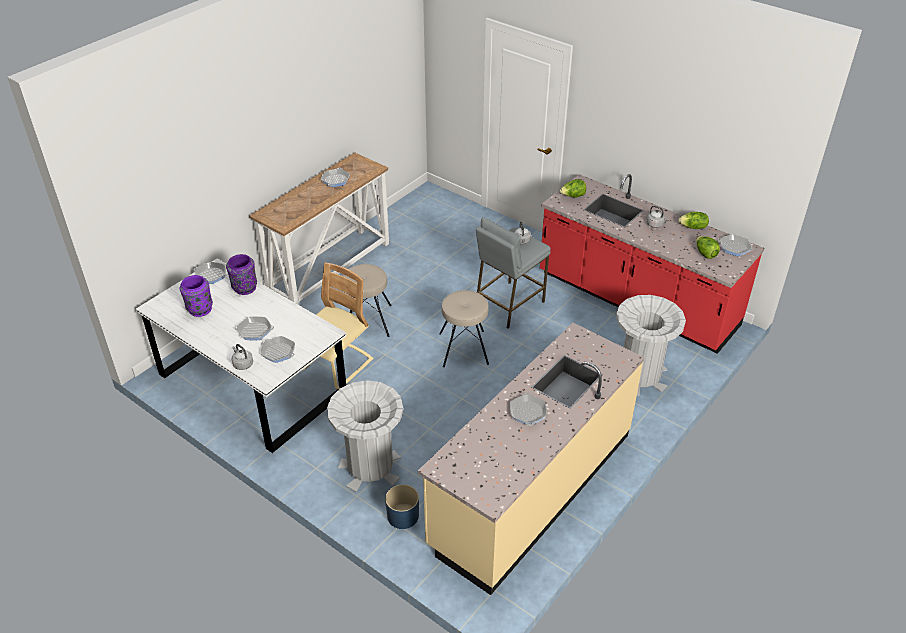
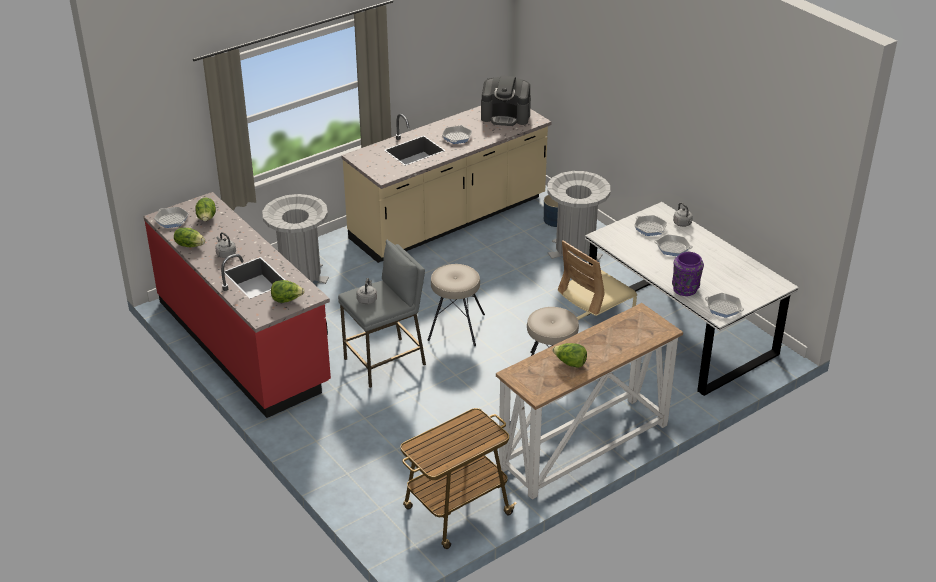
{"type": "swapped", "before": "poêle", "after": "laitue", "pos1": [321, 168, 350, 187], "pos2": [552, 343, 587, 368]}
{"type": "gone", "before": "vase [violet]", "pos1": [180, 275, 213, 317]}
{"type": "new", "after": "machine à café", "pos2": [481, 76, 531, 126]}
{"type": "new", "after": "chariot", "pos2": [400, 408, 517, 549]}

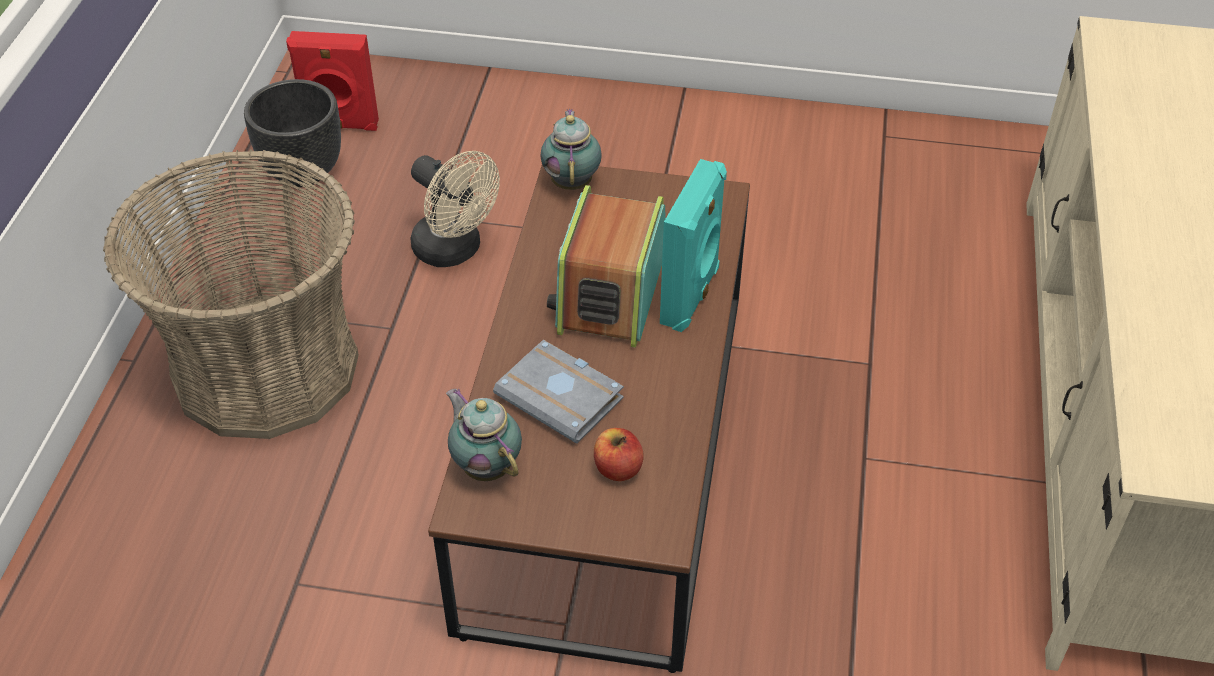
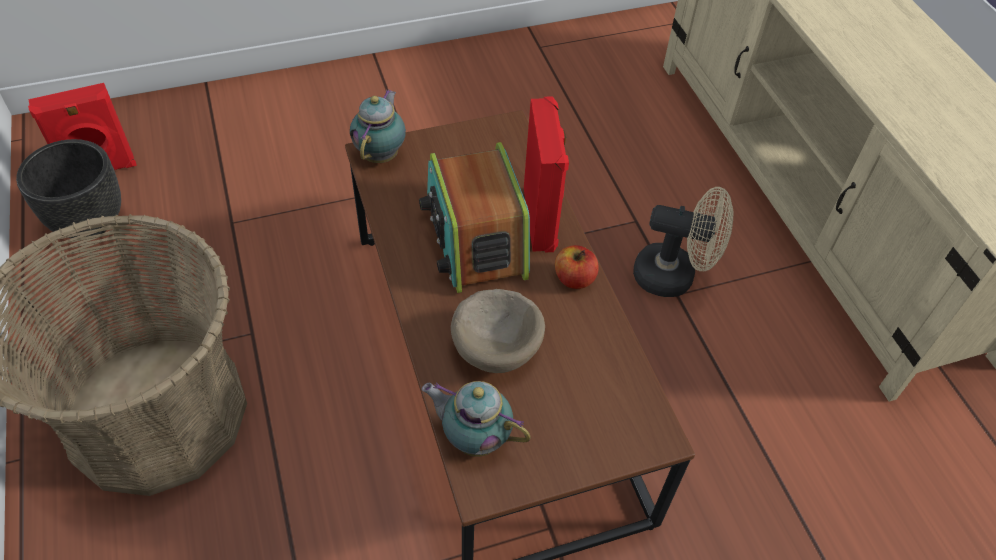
{"type": "rotated", "before": "théière", "pos1": [540, 109, 602, 190], "pos2": [350, 89, 406, 163], "turn": 45}
{"type": "shifted", "before": "ventilateur [beige]", "pos1": [410, 151, 500, 267], "pos2": [633, 187, 733, 297]}
{"type": "repainted", "before": "enceinte [turquoise]", "after": "enceinte [rouge]", "pos1": [660, 159, 727, 332], "pos2": [524, 96, 569, 253]}
{"type": "swapped", "before": "livre [gris]", "after": "bol [beige]", "pos1": [493, 340, 624, 444], "pos2": [451, 289, 545, 373]}
{"type": "shifted", "before": "pomme", "pos1": [594, 428, 644, 481], "pos2": [555, 245, 599, 289]}

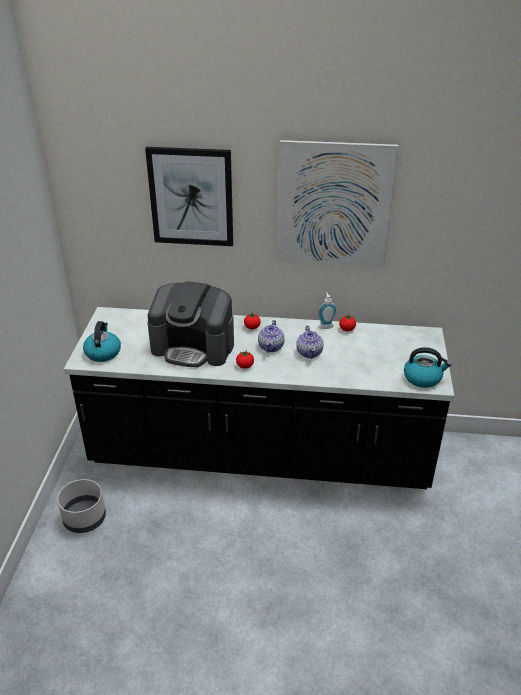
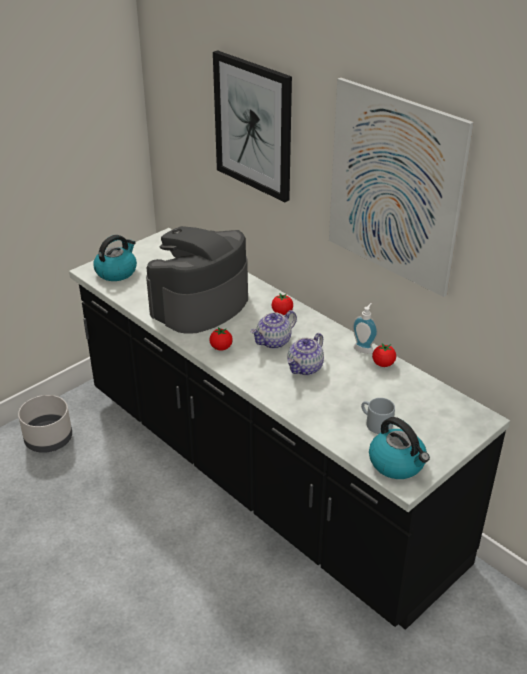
{"type": "rotated", "before": "machine à café", "pos1": [147, 281, 234, 368], "pos2": [146, 226, 248, 334], "turn": 75}
{"type": "new", "after": "mug [gris]", "pos2": [361, 398, 395, 434]}

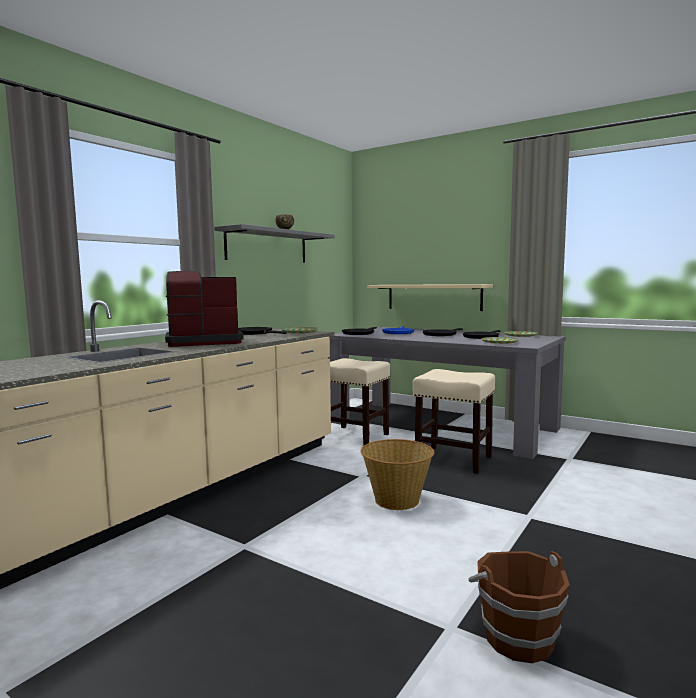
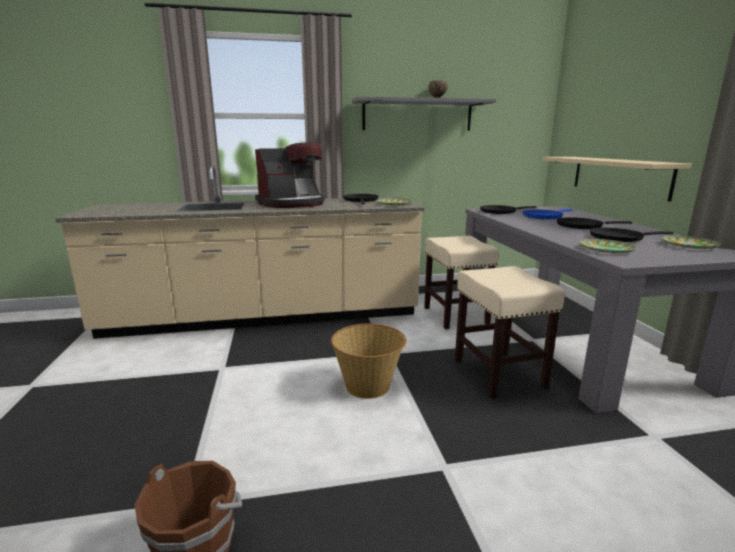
{"type": "rotated", "before": "machine à café", "pos1": [165, 271, 244, 347], "pos2": [255, 142, 325, 208], "turn": 120}

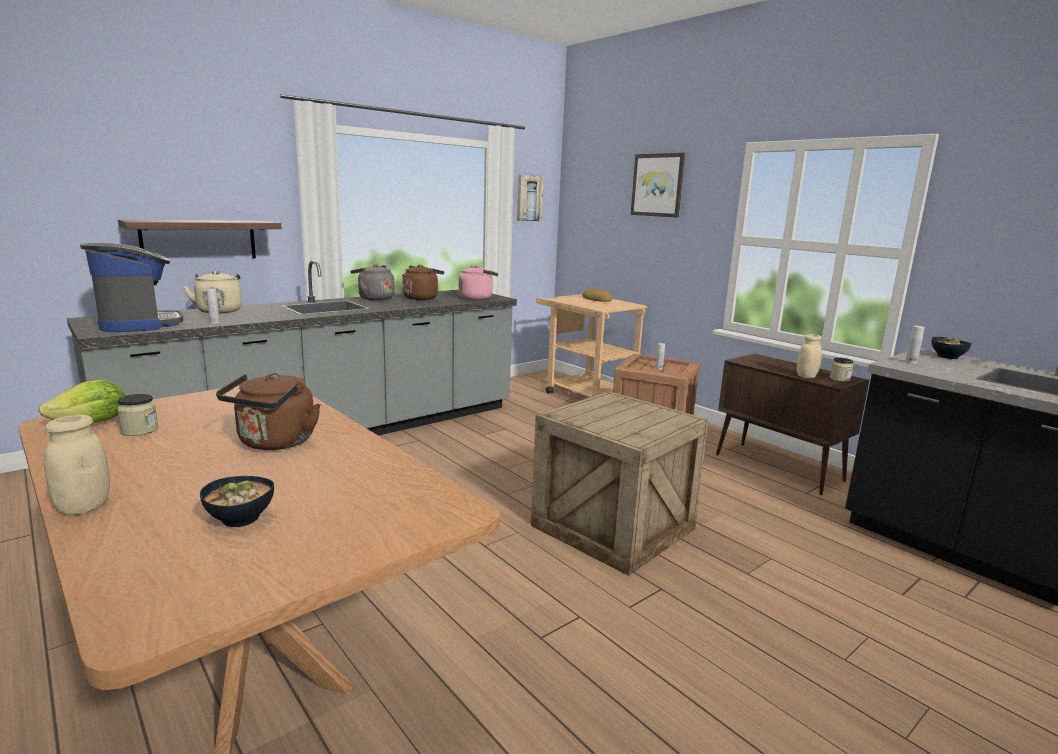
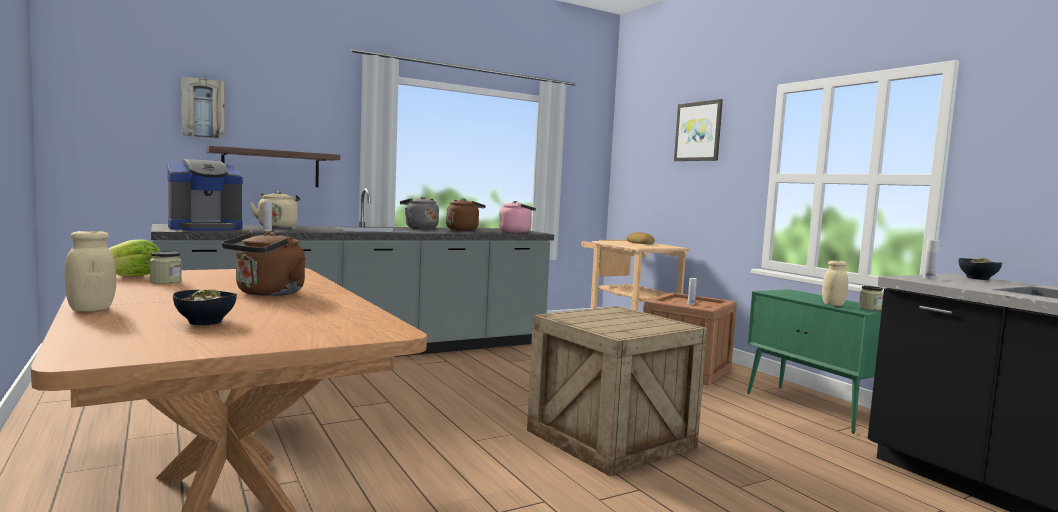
{"type": "shifted", "before": "tableau", "pos1": [517, 175, 544, 221], "pos2": [181, 76, 225, 139]}
{"type": "rotated", "before": "machine à café", "pos1": [80, 243, 183, 332], "pos2": [167, 159, 243, 231], "turn": 75}
{"type": "repainted", "before": "meuble de rangement [marron]", "after": "meuble de rangement [vert]", "pos1": [716, 354, 869, 495], "pos2": [747, 289, 882, 434]}

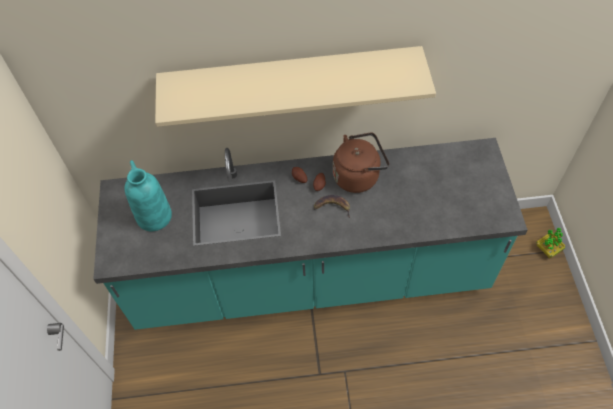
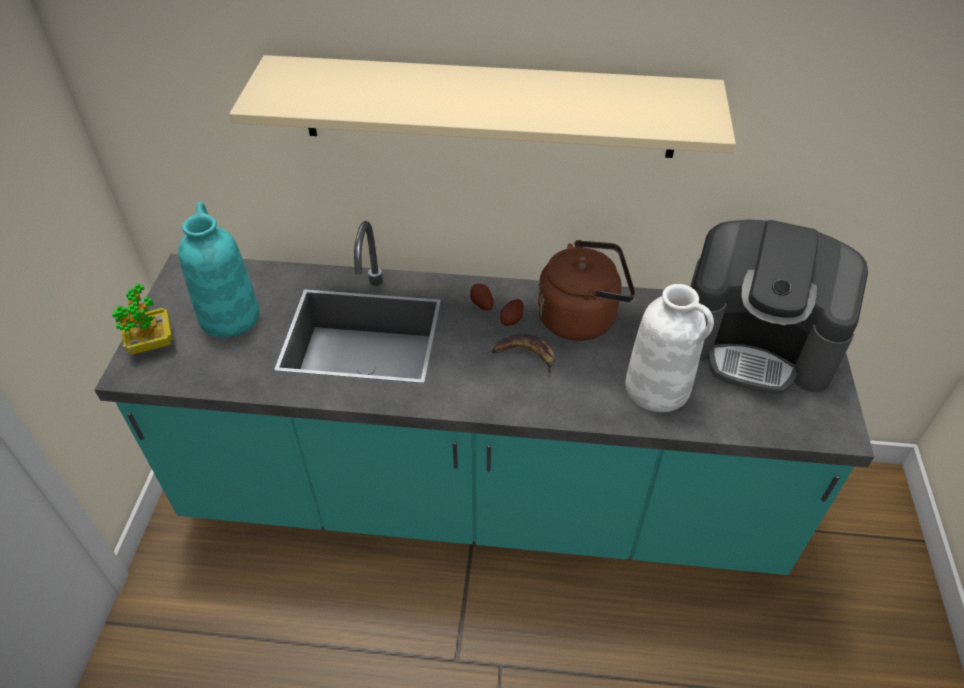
{"type": "shifted", "before": "plante en pot", "pos1": [536, 228, 566, 258], "pos2": [112, 283, 173, 355]}
{"type": "new", "after": "machine à café", "pos2": [690, 220, 868, 394]}
{"type": "new", "after": "vase [blanc]", "pos2": [625, 284, 714, 412]}

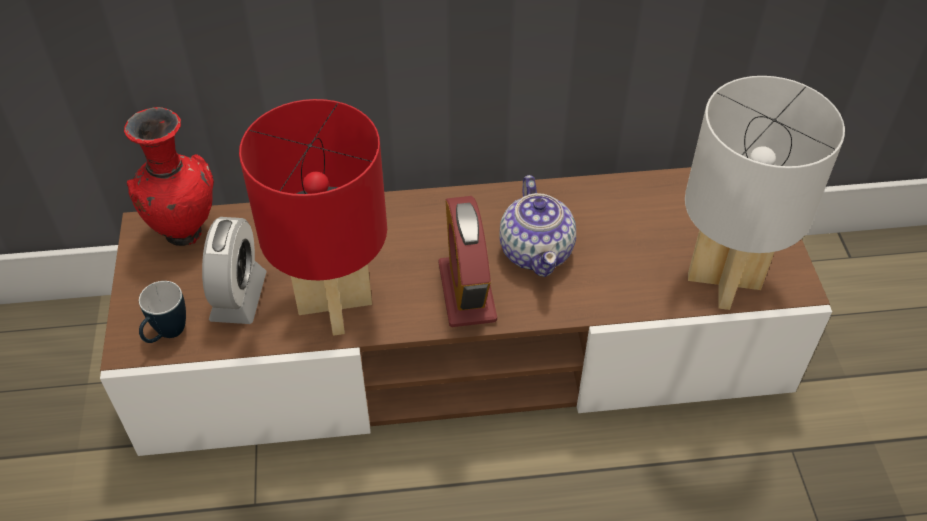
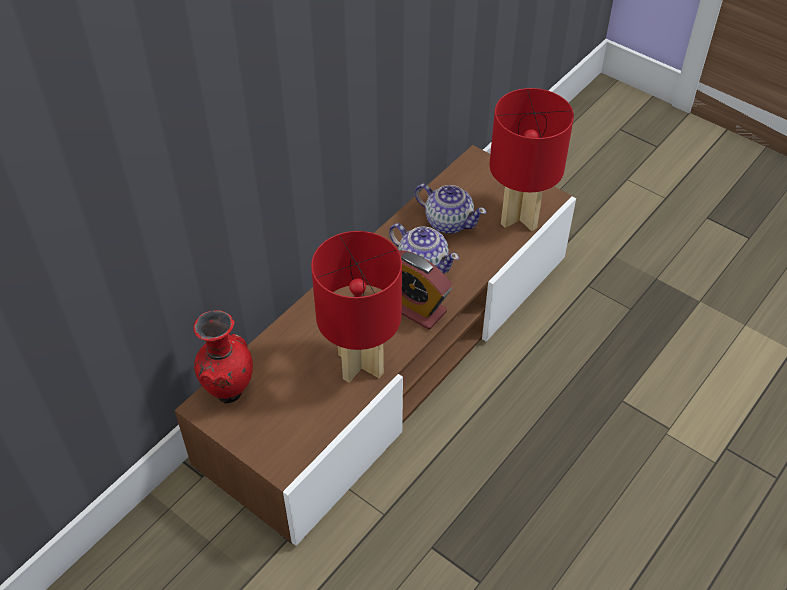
{"type": "repainted", "before": "lampe de table [blanc]", "after": "lampe de table [rouge]", "pos1": [685, 76, 845, 310], "pos2": [489, 88, 574, 231]}
{"type": "gone", "before": "réveil", "pos1": [202, 217, 267, 324]}
{"type": "gone", "before": "mug", "pos1": [139, 281, 186, 343]}
{"type": "new", "after": "théière", "pos2": [415, 184, 486, 234]}

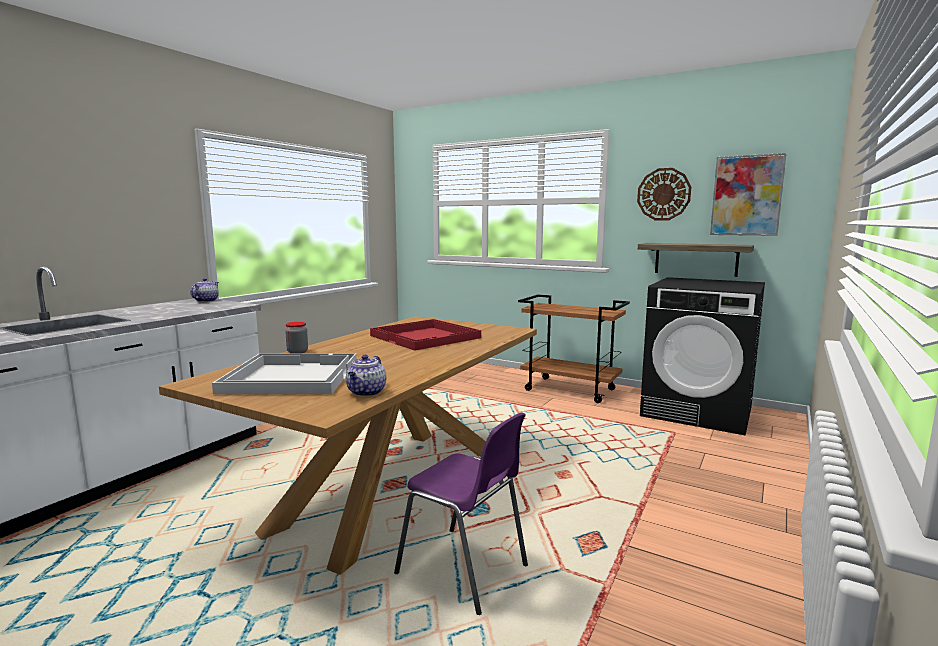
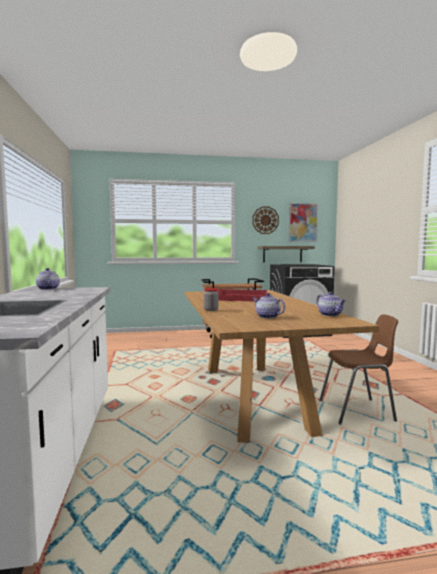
{"type": "swapped", "before": "plateau [blanc]", "after": "théière", "pos1": [212, 354, 357, 394], "pos2": [253, 293, 285, 319]}
{"type": "repainted", "before": "chaise [violet]", "after": "chaise [marron]", "pos1": [394, 412, 528, 615], "pos2": [319, 314, 398, 424]}

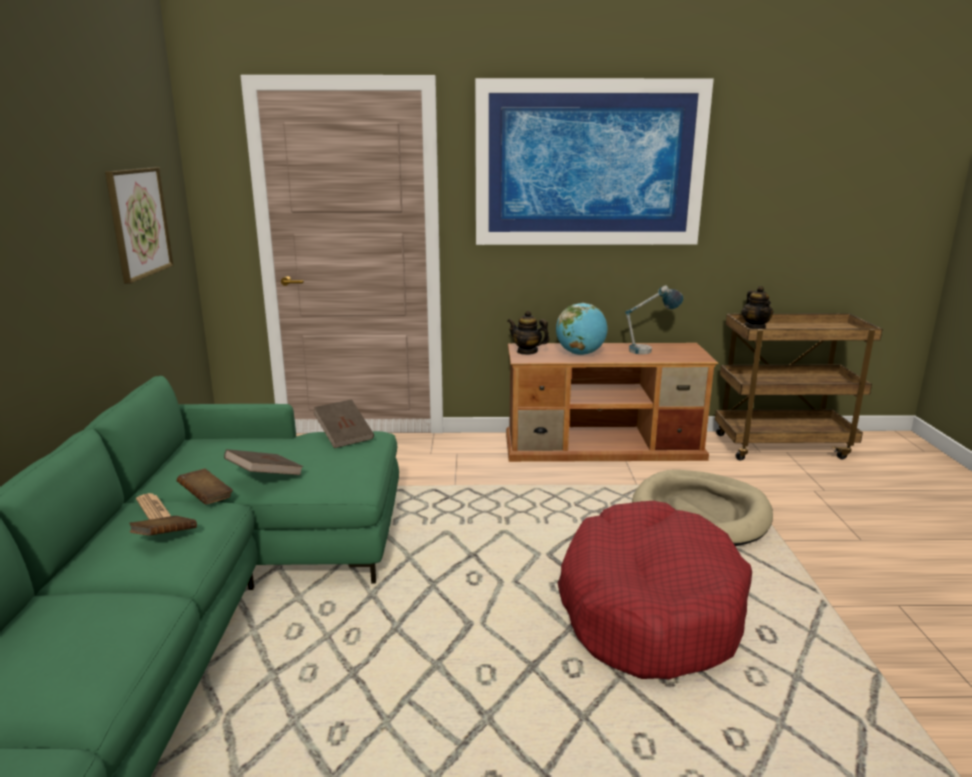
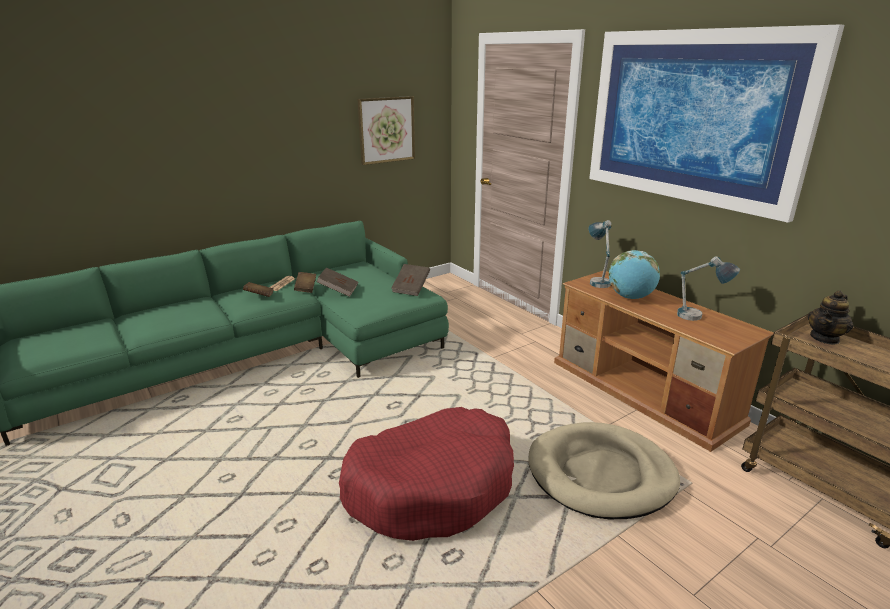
{"type": "swapped", "before": "théière", "after": "lampe de table", "pos1": [508, 310, 550, 355], "pos2": [589, 220, 611, 288]}

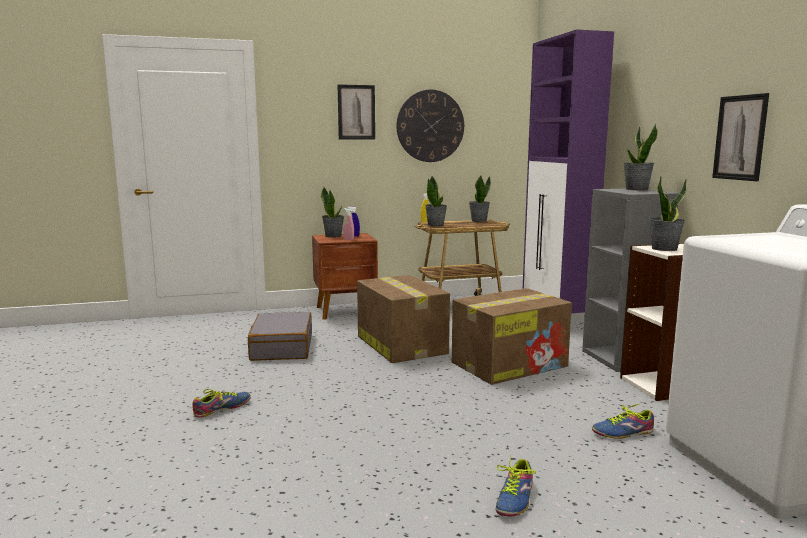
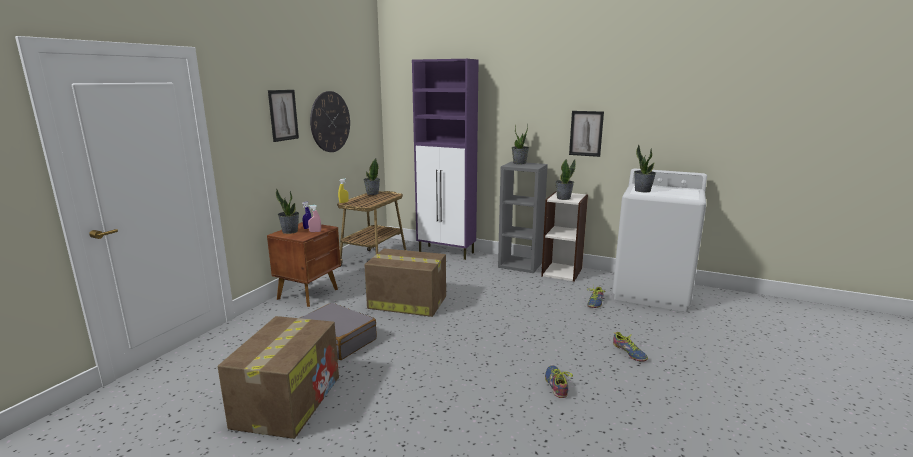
{"type": "shifted", "before": "plante en pot", "pos1": [425, 176, 447, 227], "pos2": [634, 144, 656, 192]}
{"type": "shifted", "before": "carton", "pos1": [452, 288, 572, 385], "pos2": [217, 316, 339, 439]}
{"type": "shifted", "before": "chaussure", "pos1": [193, 389, 251, 418], "pos2": [545, 365, 573, 398]}

